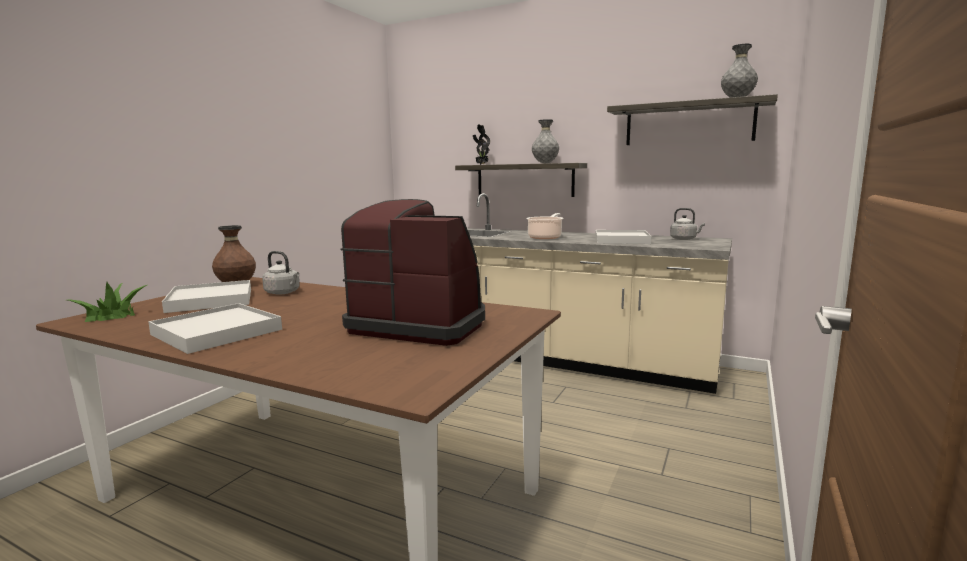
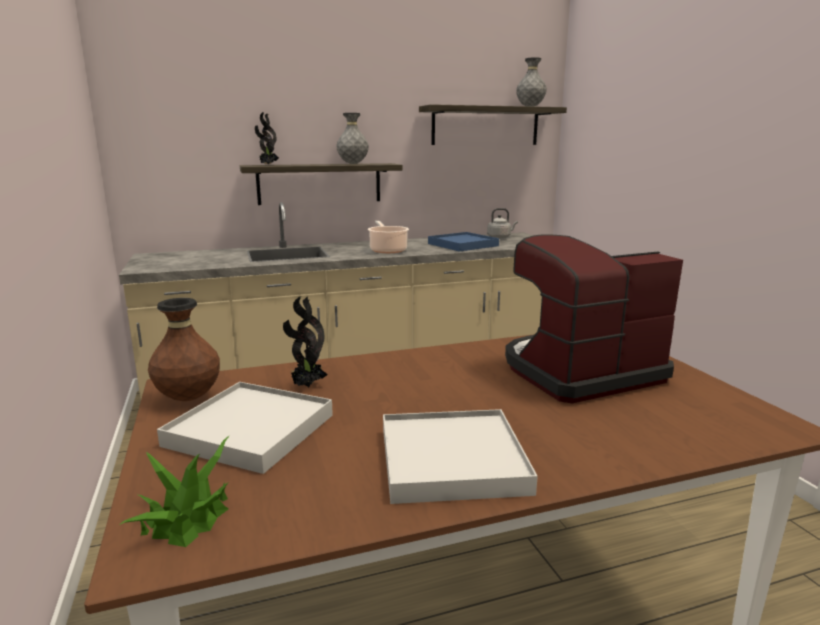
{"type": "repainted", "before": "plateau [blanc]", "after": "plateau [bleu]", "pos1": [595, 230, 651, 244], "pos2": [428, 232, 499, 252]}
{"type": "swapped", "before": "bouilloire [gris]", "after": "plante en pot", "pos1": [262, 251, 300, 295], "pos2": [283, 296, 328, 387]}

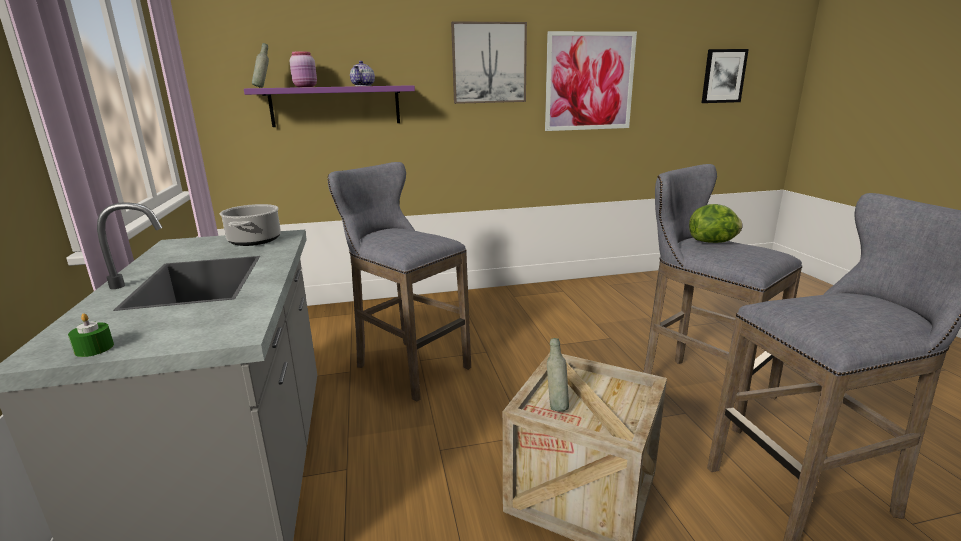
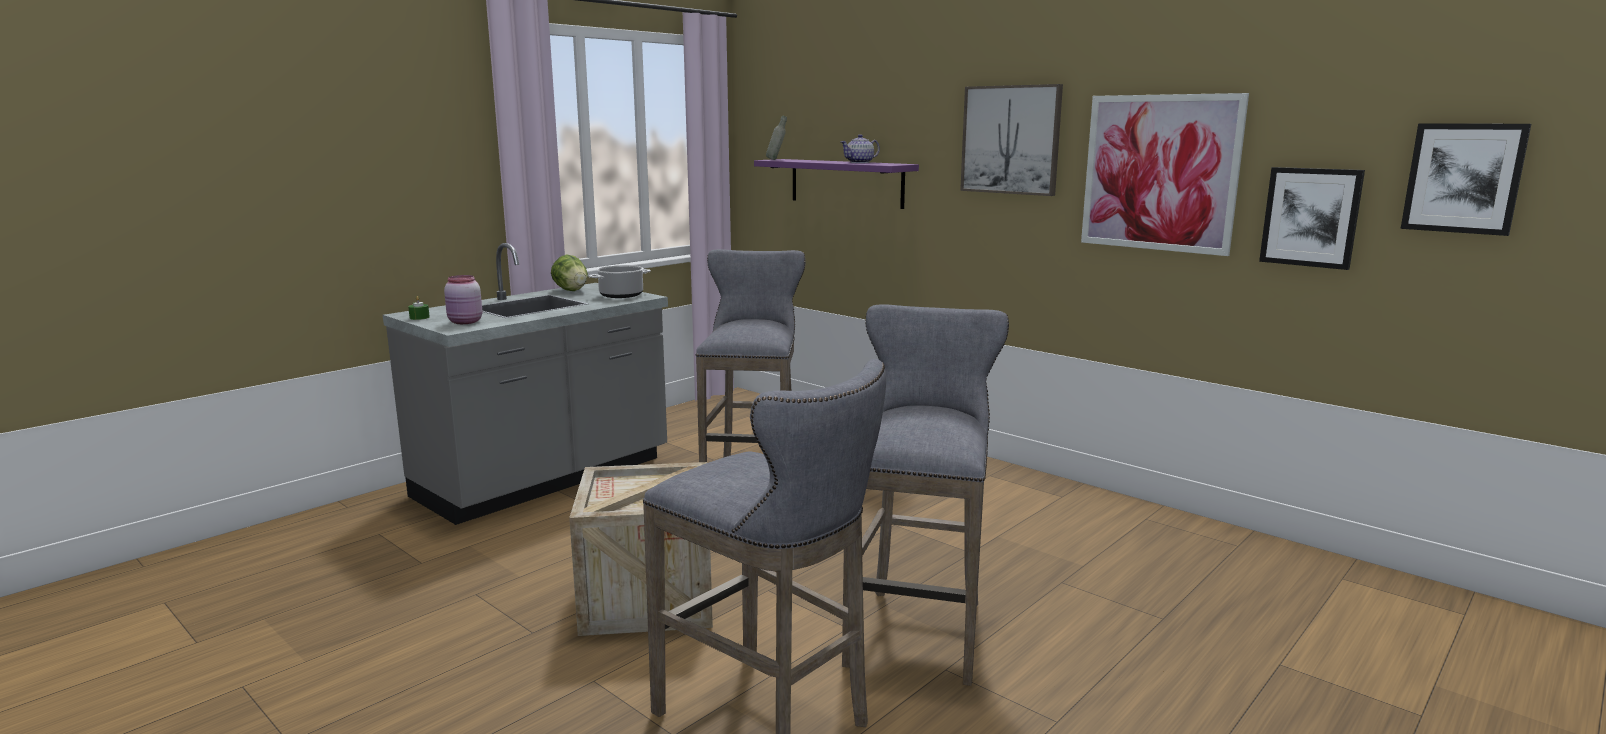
{"type": "shifted", "before": "bocal [rose]", "pos1": [290, 51, 317, 87], "pos2": [444, 275, 482, 324]}
{"type": "shifted", "before": "laitue", "pos1": [689, 204, 743, 243], "pos2": [551, 254, 588, 291]}
{"type": "gone", "before": "bouteille [gris]", "pos1": [547, 338, 569, 411]}
{"type": "new", "after": "tableau", "pos2": [1259, 167, 1365, 270]}

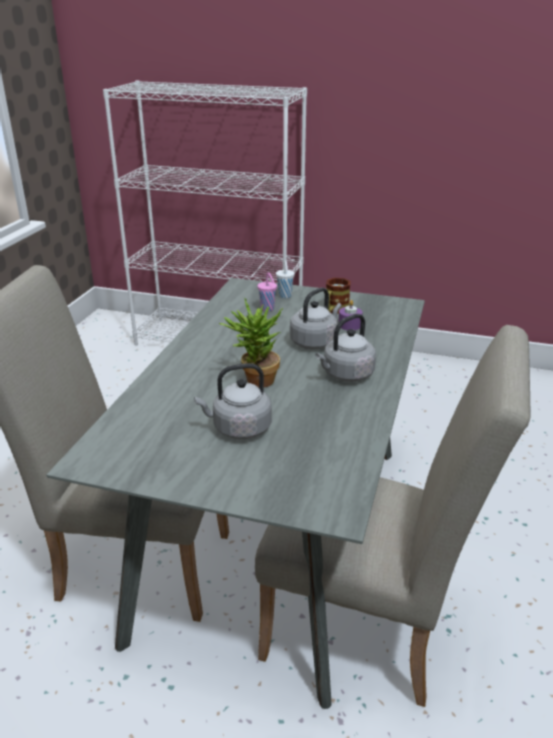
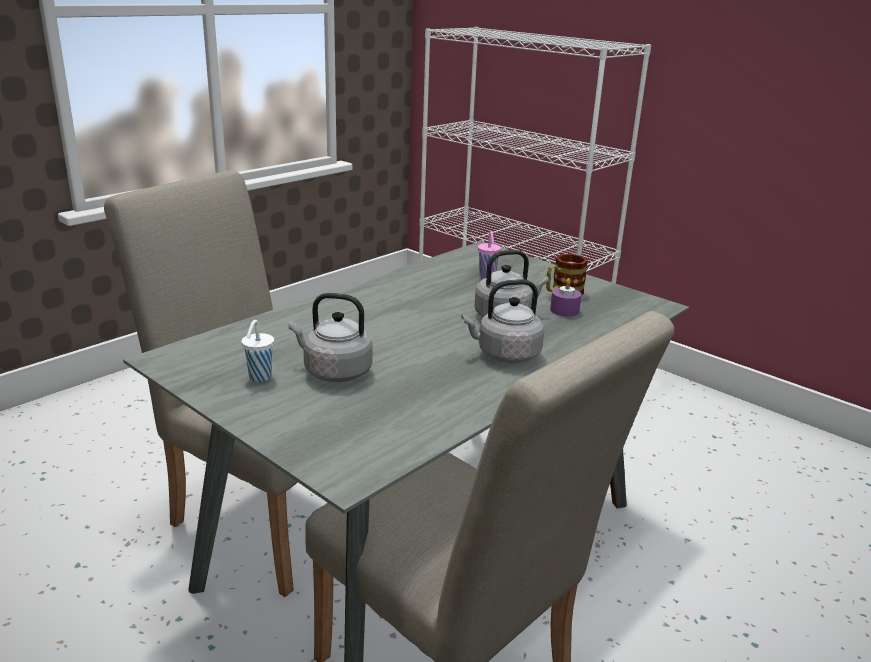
{"type": "shifted", "before": "tasse [blanc]", "pos1": [276, 261, 295, 298], "pos2": [242, 320, 274, 382]}
{"type": "gone", "before": "plante en pot", "pos1": [219, 298, 283, 387]}

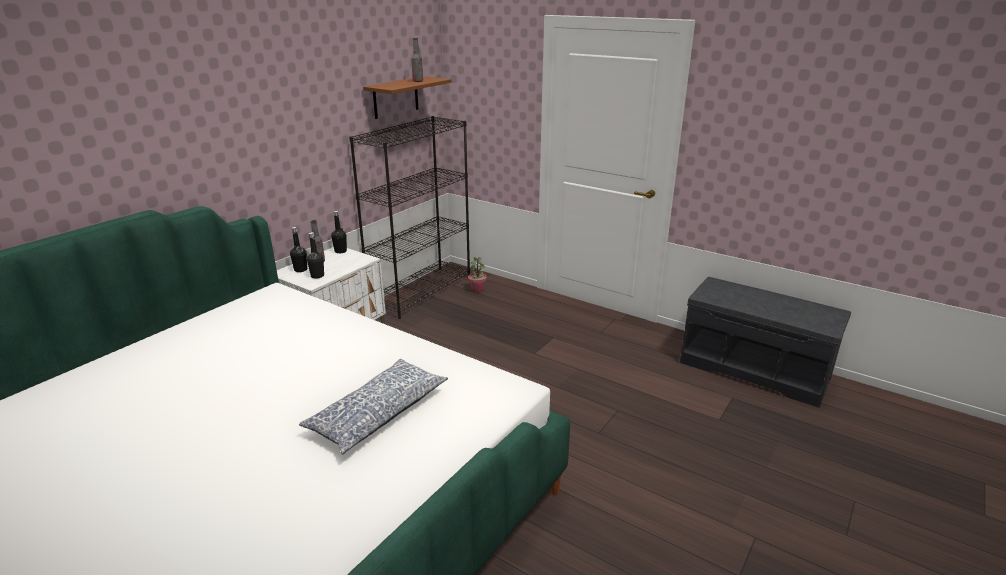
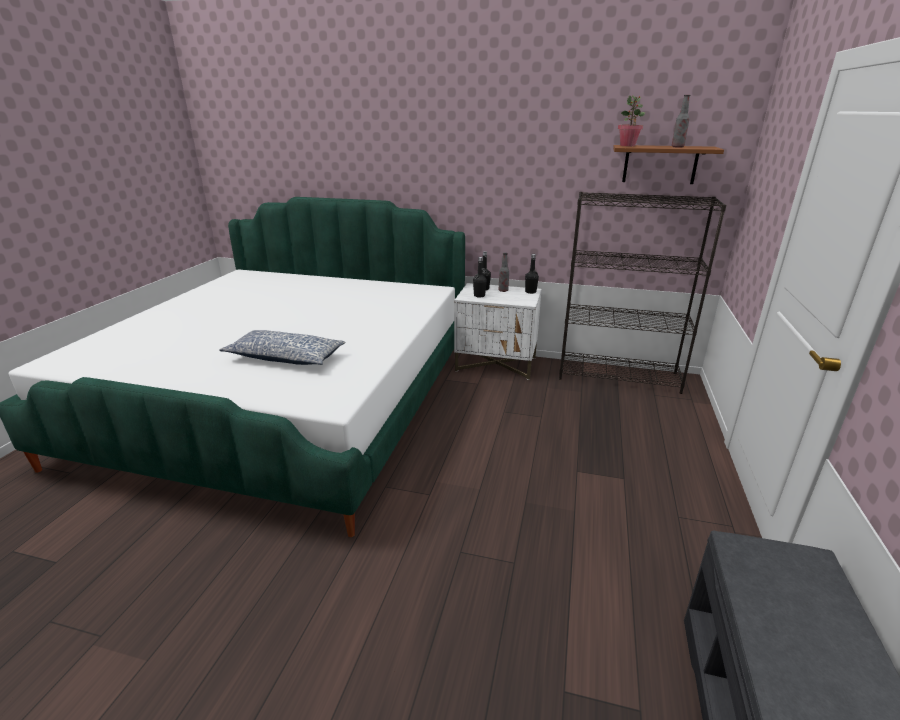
{"type": "shifted", "before": "plante en pot", "pos1": [468, 257, 487, 293], "pos2": [618, 95, 645, 146]}

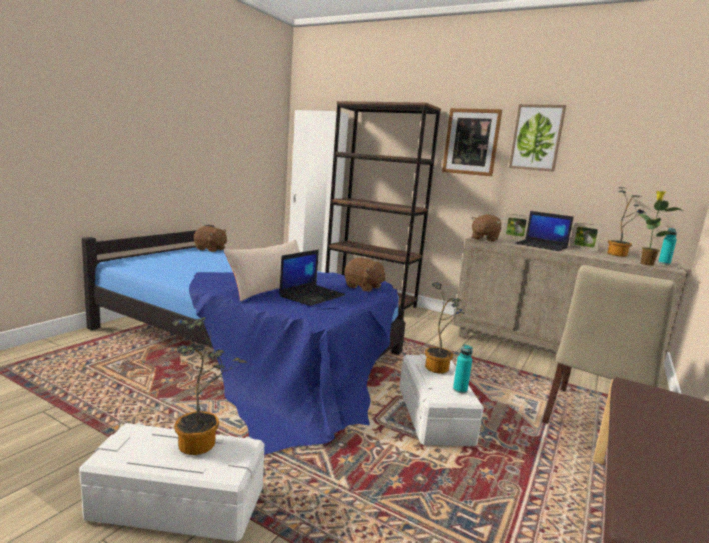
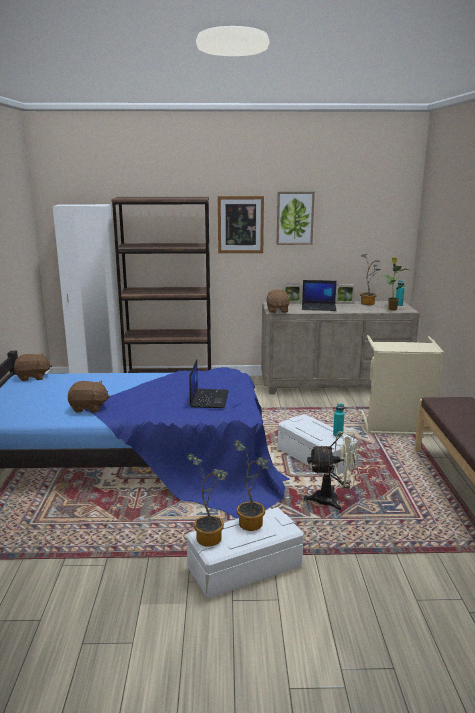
{"type": "gone", "before": "coussin [beige]", "pos1": [224, 240, 300, 301]}
{"type": "shifted", "before": "peluche [marron]", "pos1": [344, 257, 385, 292], "pos2": [68, 381, 110, 412]}
{"type": "swapped", "before": "chaise [beige]", "after": "panier à linge [beige]", "pos1": [542, 265, 676, 424], "pos2": [361, 335, 444, 436]}
{"type": "shifted", "before": "plante en pot", "pos1": [425, 282, 467, 374], "pos2": [187, 453, 228, 547]}
{"type": "new", "after": "ventilateur [beige]", "pos2": [304, 431, 360, 510]}

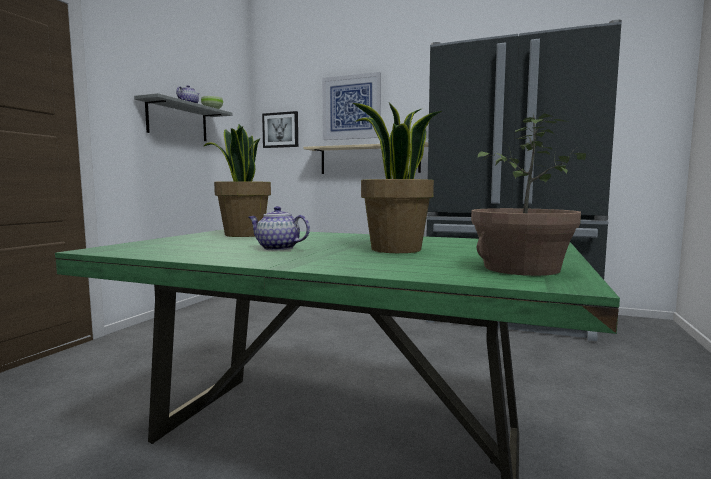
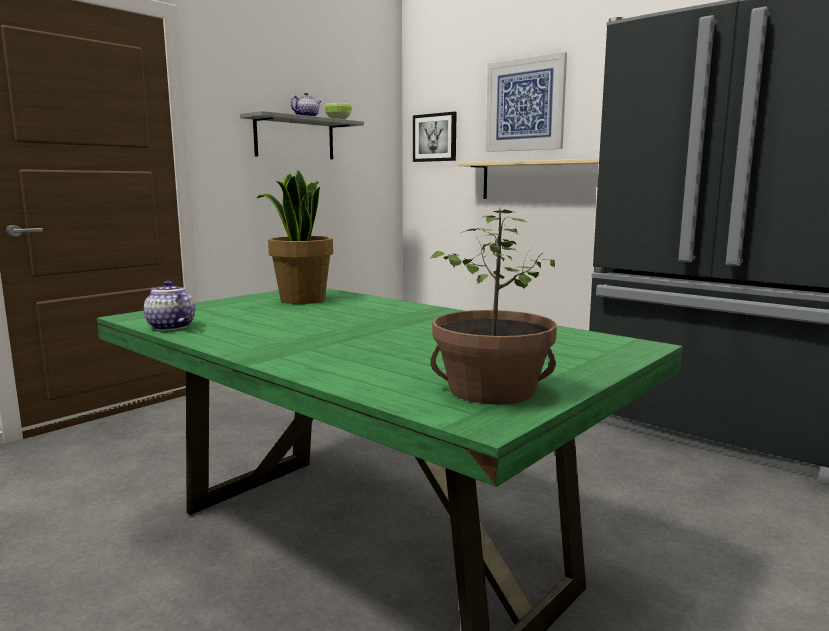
{"type": "gone", "before": "plante en pot", "pos1": [353, 102, 442, 253]}
{"type": "shifted", "before": "théière", "pos1": [248, 206, 310, 251], "pos2": [144, 281, 196, 331]}

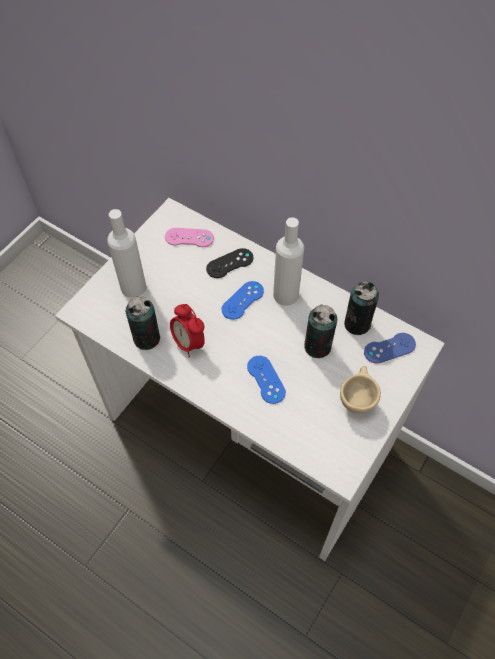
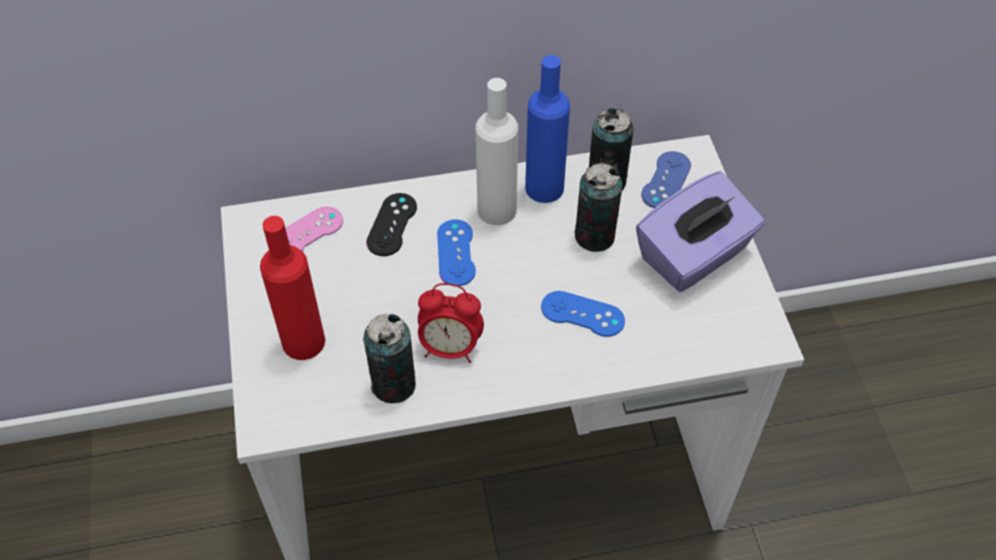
{"type": "repainted", "before": "bouteille [blanc]", "after": "bouteille [rouge]", "pos1": [107, 209, 146, 298], "pos2": [260, 216, 325, 360]}
{"type": "swapped", "before": "tasse [beige]", "after": "boîte à mouchoirs [violet]", "pos1": [340, 366, 381, 414], "pos2": [636, 171, 765, 292]}
{"type": "new", "after": "bouteille [bleu]", "pos2": [525, 55, 570, 203]}

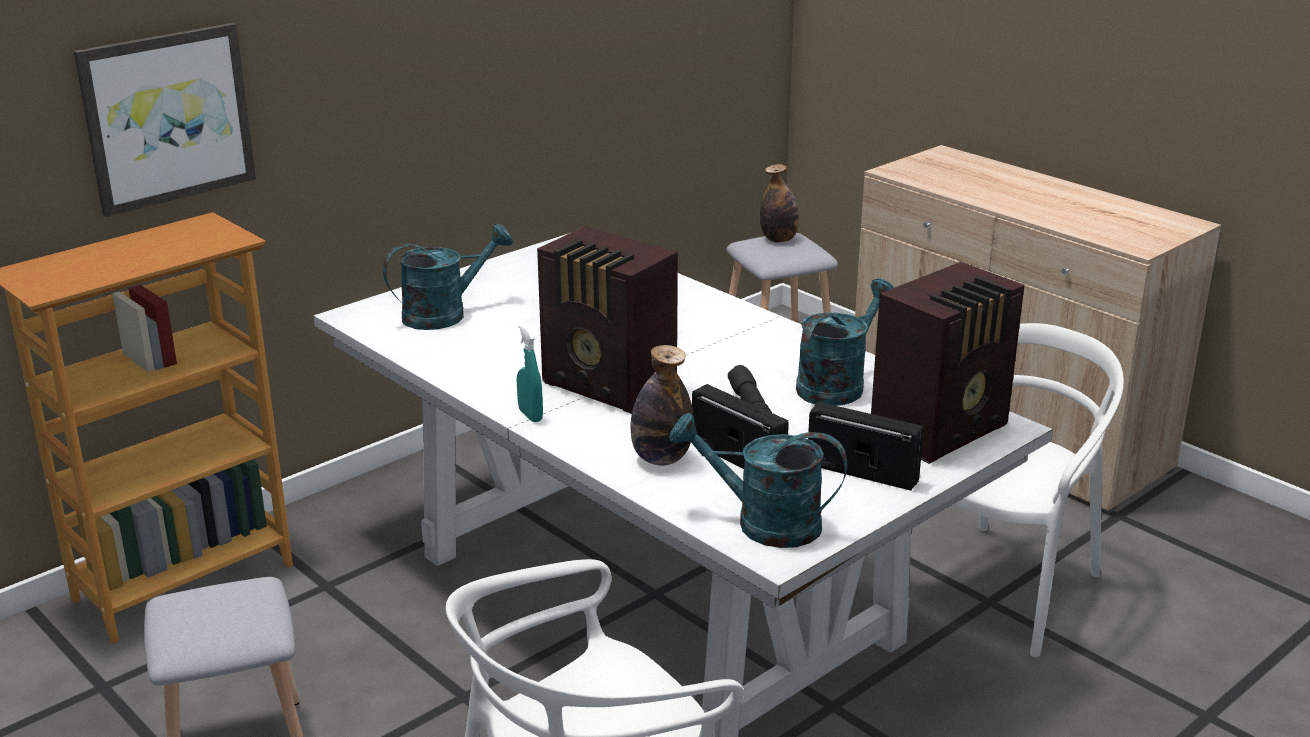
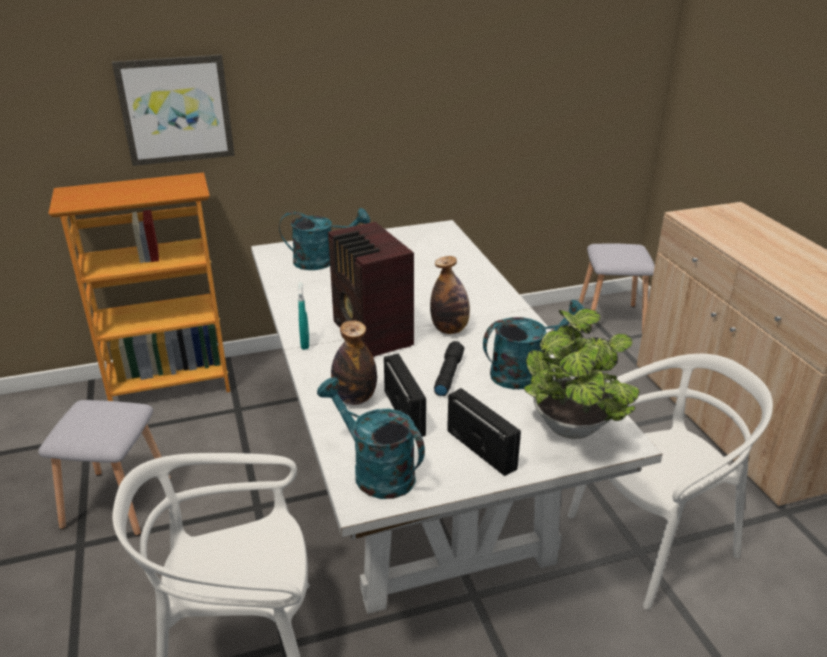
{"type": "shifted", "before": "bouteille", "pos1": [760, 164, 799, 242], "pos2": [430, 256, 470, 334]}
{"type": "swapped", "before": "radio", "after": "plante en pot", "pos1": [871, 262, 1025, 464], "pos2": [524, 309, 640, 439]}

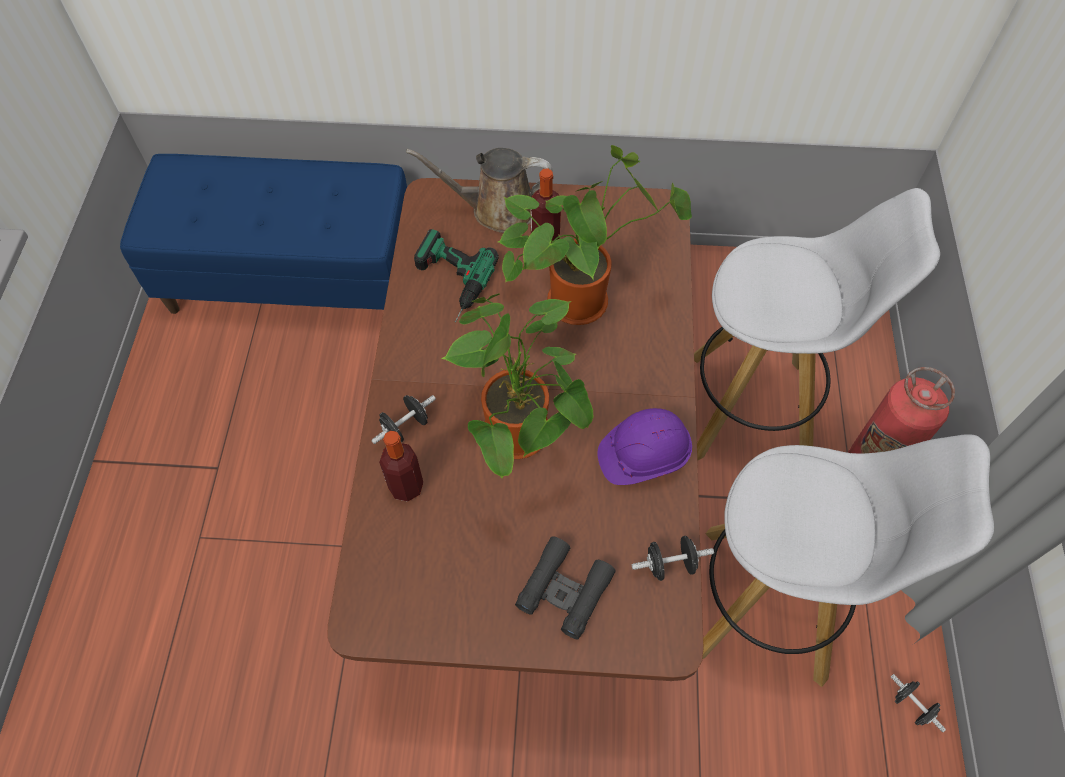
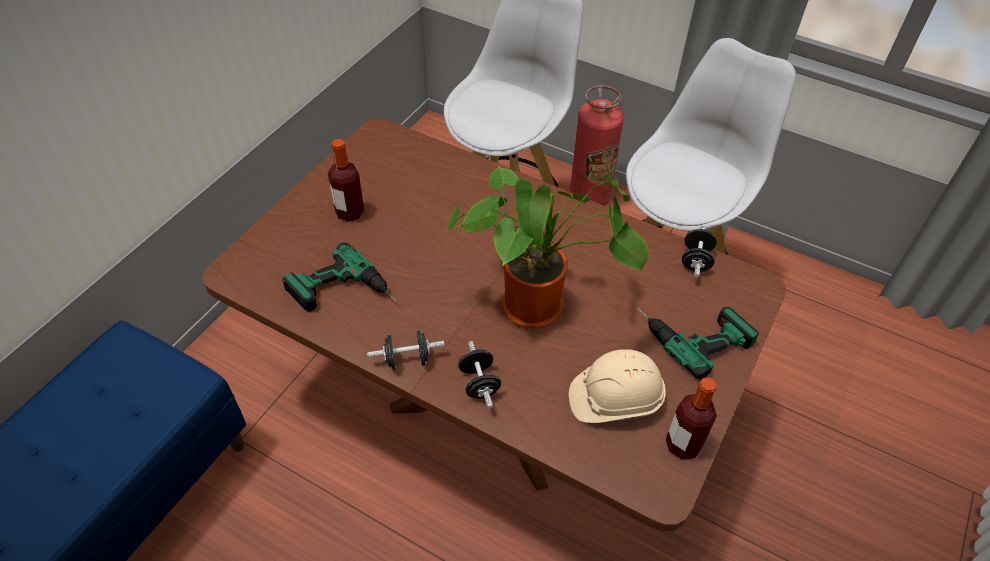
{"type": "gone", "before": "plante en pot", "pos1": [498, 145, 692, 325]}
{"type": "gone", "before": "arrosoir [marron]", "pos1": [406, 148, 553, 233]}
{"type": "gone", "before": "casque de chantier [violet]", "pos1": [597, 408, 692, 485]}
{"type": "shifted", "before": "bouteille", "pos1": [379, 431, 424, 502], "pos2": [666, 377, 717, 460]}
{"type": "swapped", "before": "jumelles [noir]", "after": "perceuse", "pos1": [515, 536, 616, 640], "pos2": [637, 307, 759, 380]}
{"type": "shifted", "before": "haltère [noir]", "pos1": [891, 674, 946, 732], "pos2": [367, 330, 445, 370]}
{"type": "new", "after": "casque de chantier [beige]", "pos2": [569, 349, 666, 423]}

